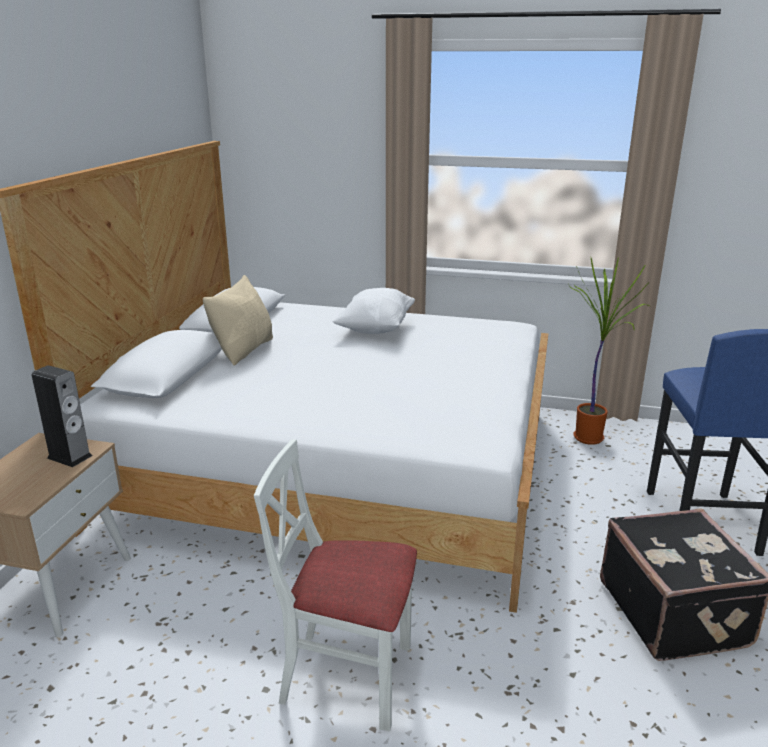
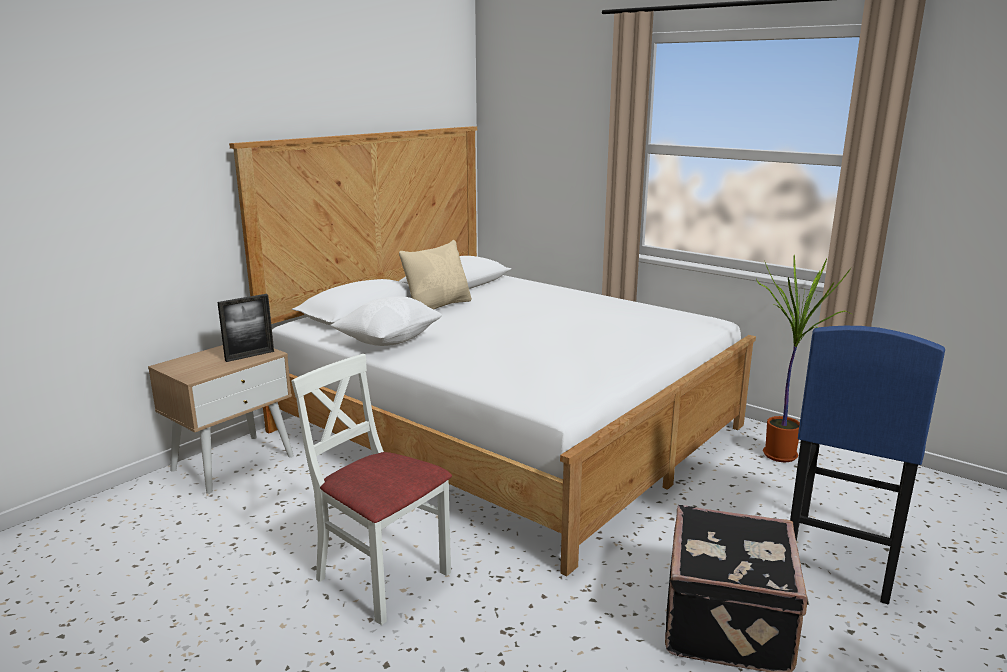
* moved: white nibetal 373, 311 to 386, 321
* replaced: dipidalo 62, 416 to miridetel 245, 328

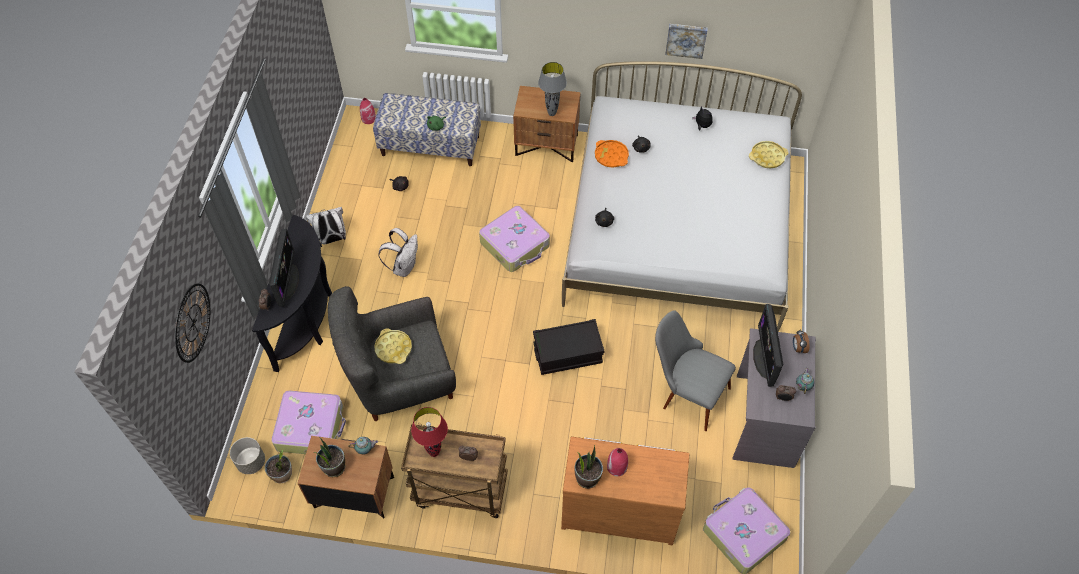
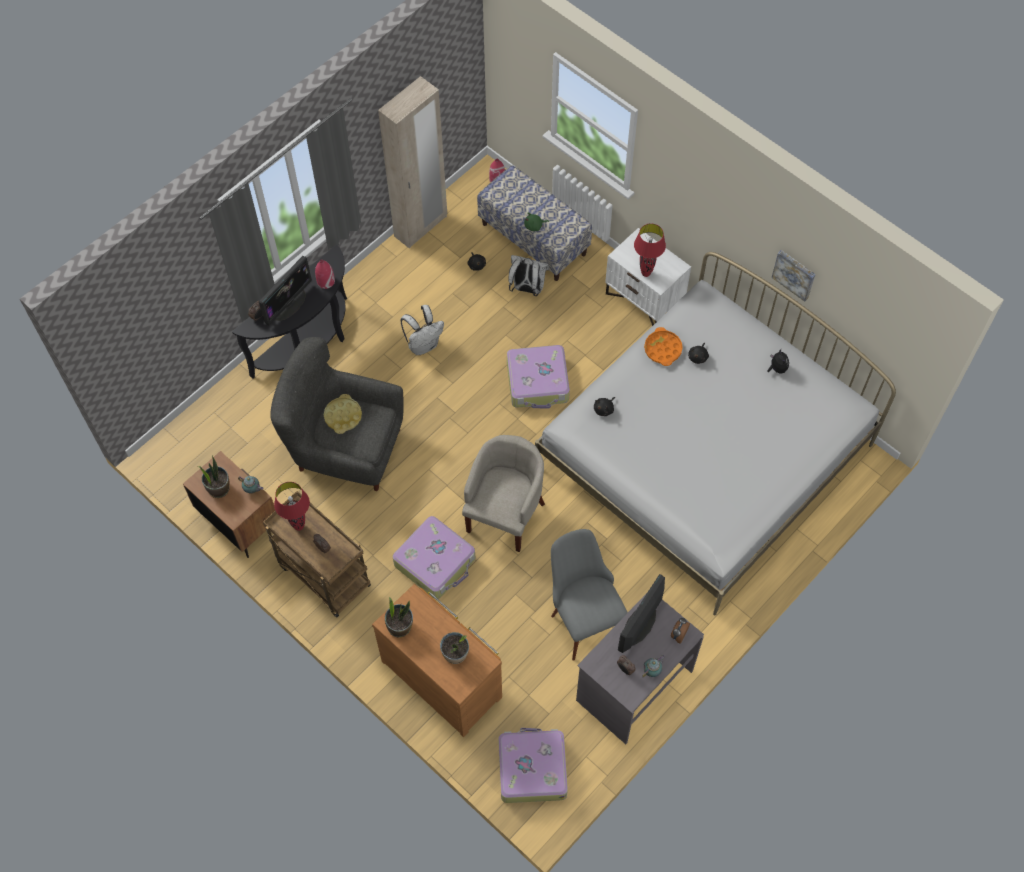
* recoloured: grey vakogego 552, 89 to red vakogego 650, 250
* recoloured: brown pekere 547, 124 to white pekere 648, 277
* removed: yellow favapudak 768, 154
* moved: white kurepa 326, 227 to 528, 275
* removed: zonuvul 192, 323
* replaced: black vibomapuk 568, 347 to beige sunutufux 503, 493
* moved: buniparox 308, 422 to 434, 557
* removed: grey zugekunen 247, 455
* moved: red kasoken 617, 462 to 325, 274
* moved: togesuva 278, 466 to 454, 648
* added: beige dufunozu 412, 162

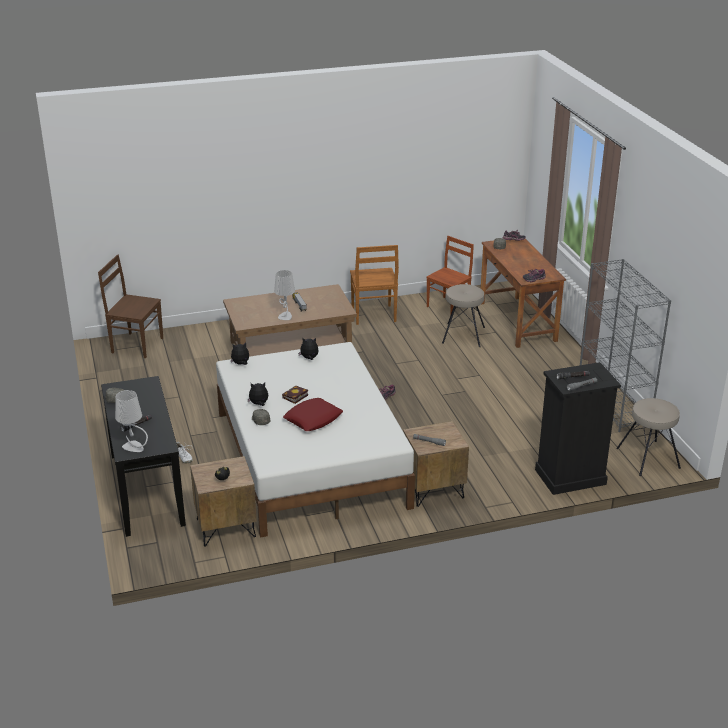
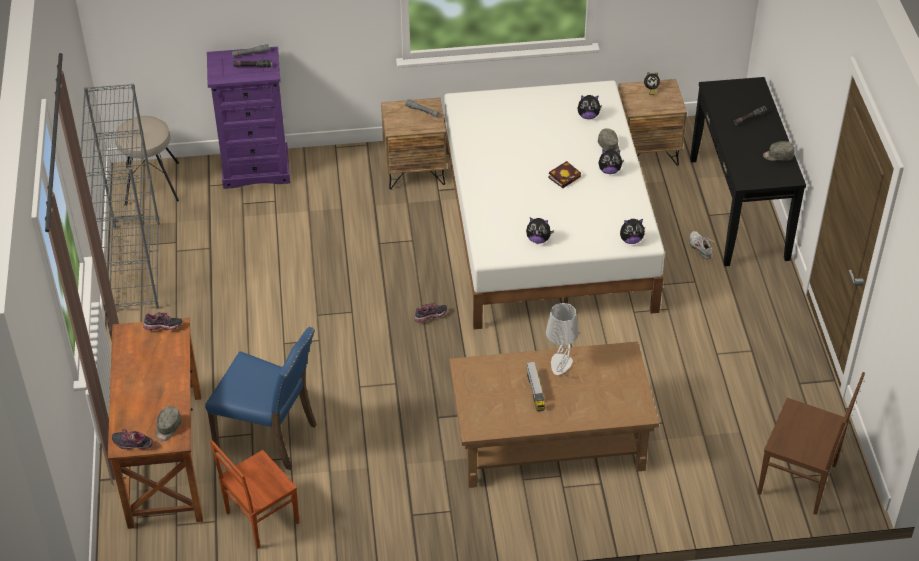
* removed: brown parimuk 374, 285
* replaced: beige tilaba 463, 315 to blue parimuk 261, 398
* recoloured: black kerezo 578, 428 to purple kerezo 248, 118
* removed: grey vakogego 131, 421
* removed: red nibetal 313, 414
* added: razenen 589, 107

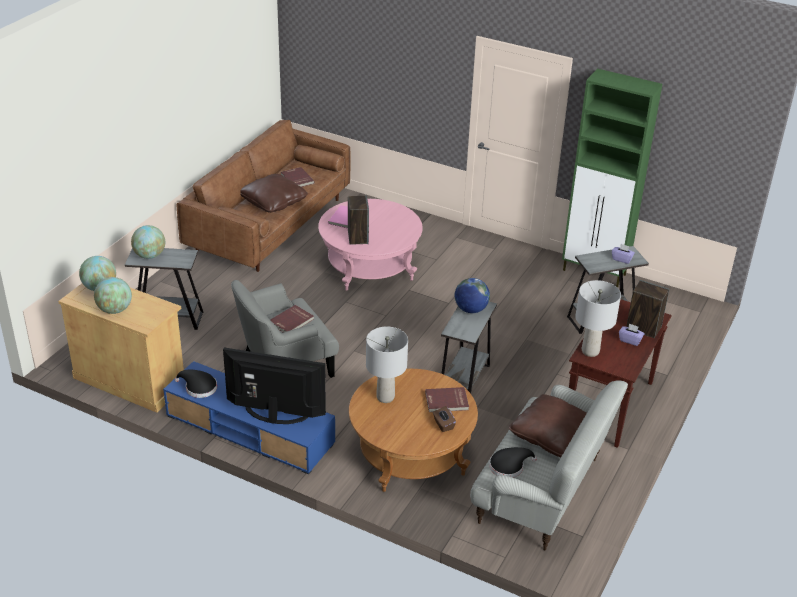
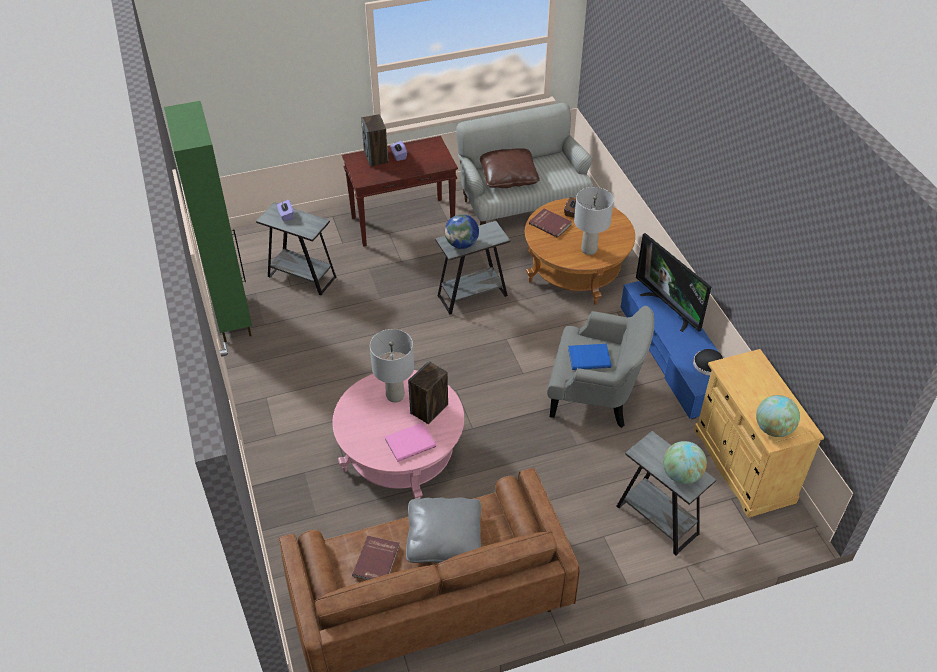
* recoloured: brown nibetal 274, 193 to grey nibetal 443, 530
* removed: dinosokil 113, 295
* moved: grey vakogego 598, 318 to 392, 366
* recoloured: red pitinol 292, 318 to blue pitinol 590, 357
* removed: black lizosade 513, 462

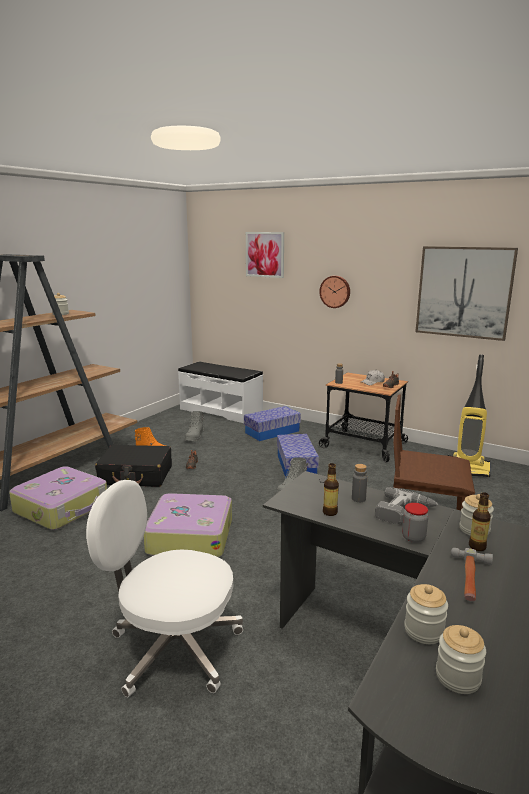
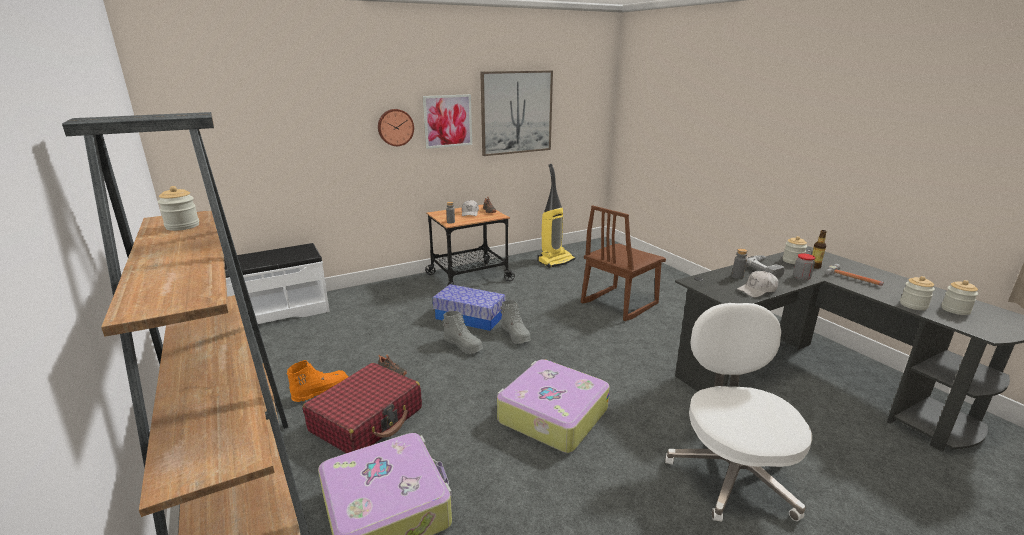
* moved: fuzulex 265, 255 to 447, 121
* removed: vibomapuk 272, 423
* moved: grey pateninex 194, 426 to 462, 332
* recoloured: black buniparox 133, 465 to red buniparox 362, 408
* replaced: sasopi 331, 489 to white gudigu 757, 284
* turned: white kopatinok 164, 588 = 738, 412 135 degrees clockwise

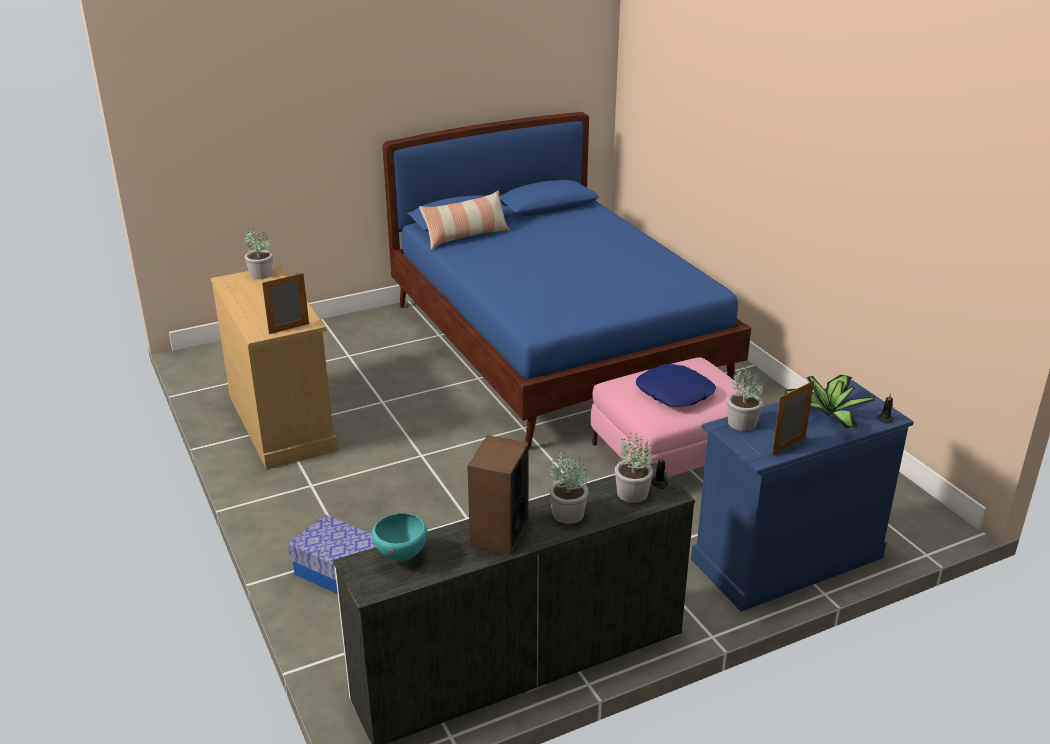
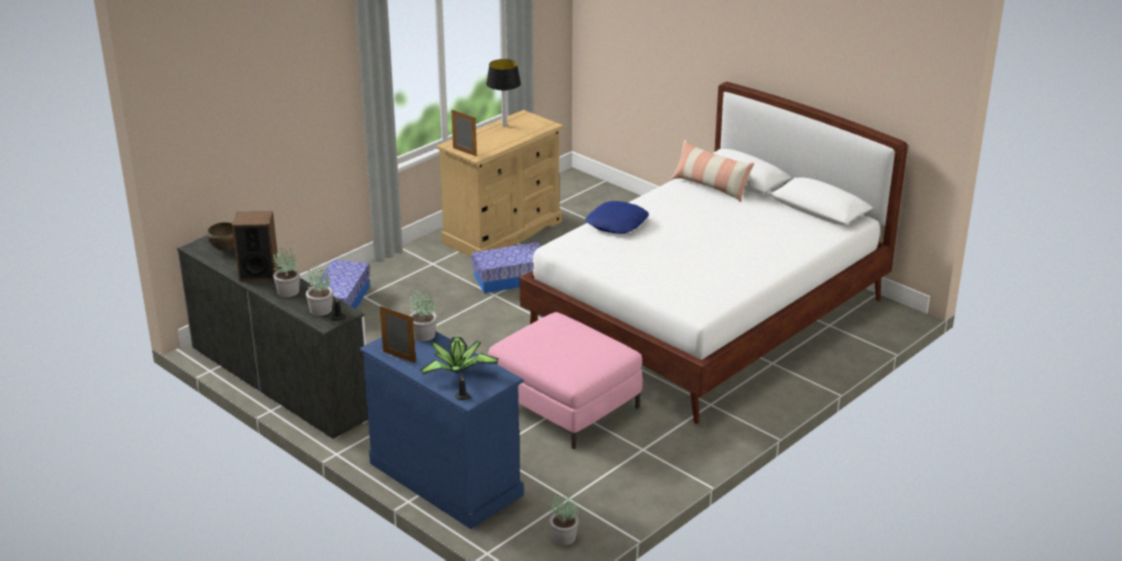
* recoloured: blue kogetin 567, 281 to white kogetin 713, 253
* moved: togesuva 259, 253 to 564, 518
* moved: blue nibetal 676, 385 to 617, 217
* recoloured: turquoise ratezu 400, 537 to brown ratezu 220, 236
* added: vakogego 503, 93
* added: vibomapuk 506, 267

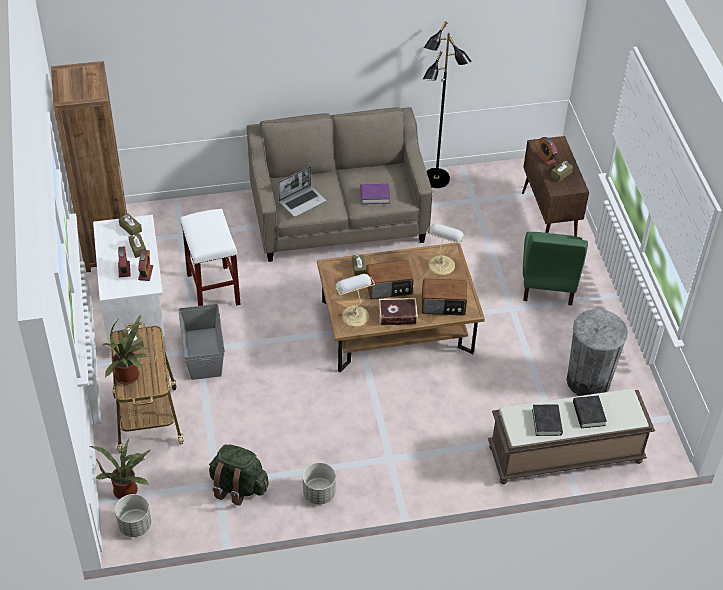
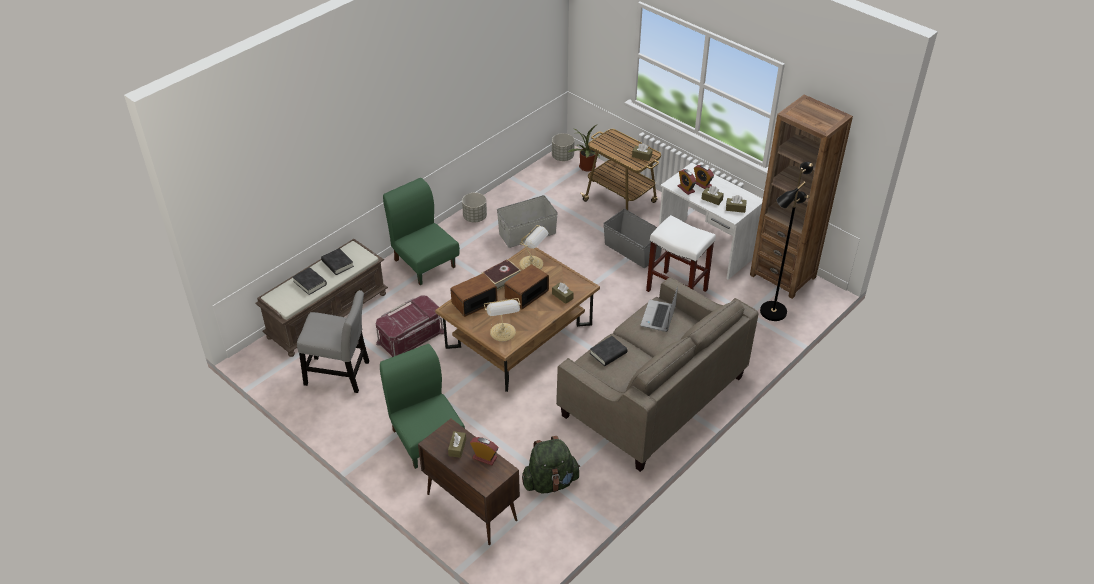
* moved: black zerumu 447, 104 to 786, 241
* recoloured: purple pitinol 375, 194 to black pitinol 608, 351
* replaced: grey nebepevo 597, 352 to grey parimuk 333, 341
* removed: togesuva 125, 349
* moved: green kurepa 239, 474 to 551, 464
* added: green parimuk 421, 231
* added: grey vibomapuk 527, 221
* added: red vibomapuk 410, 326

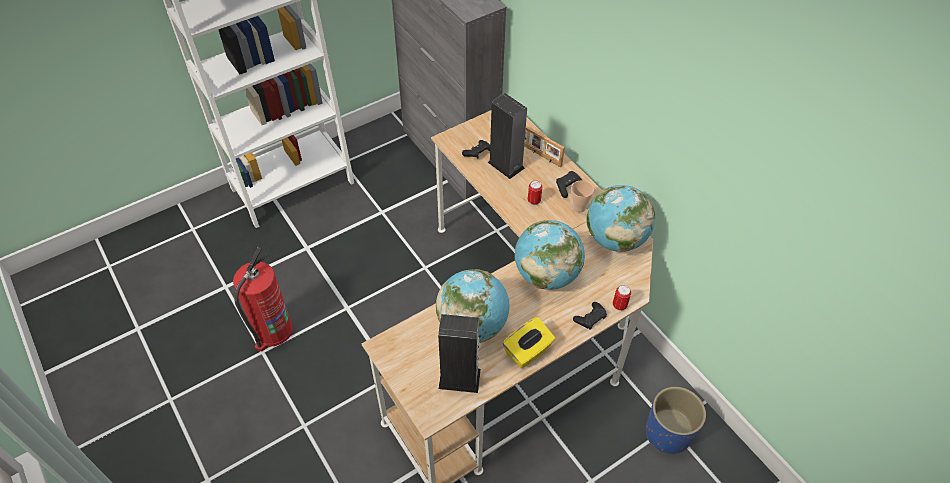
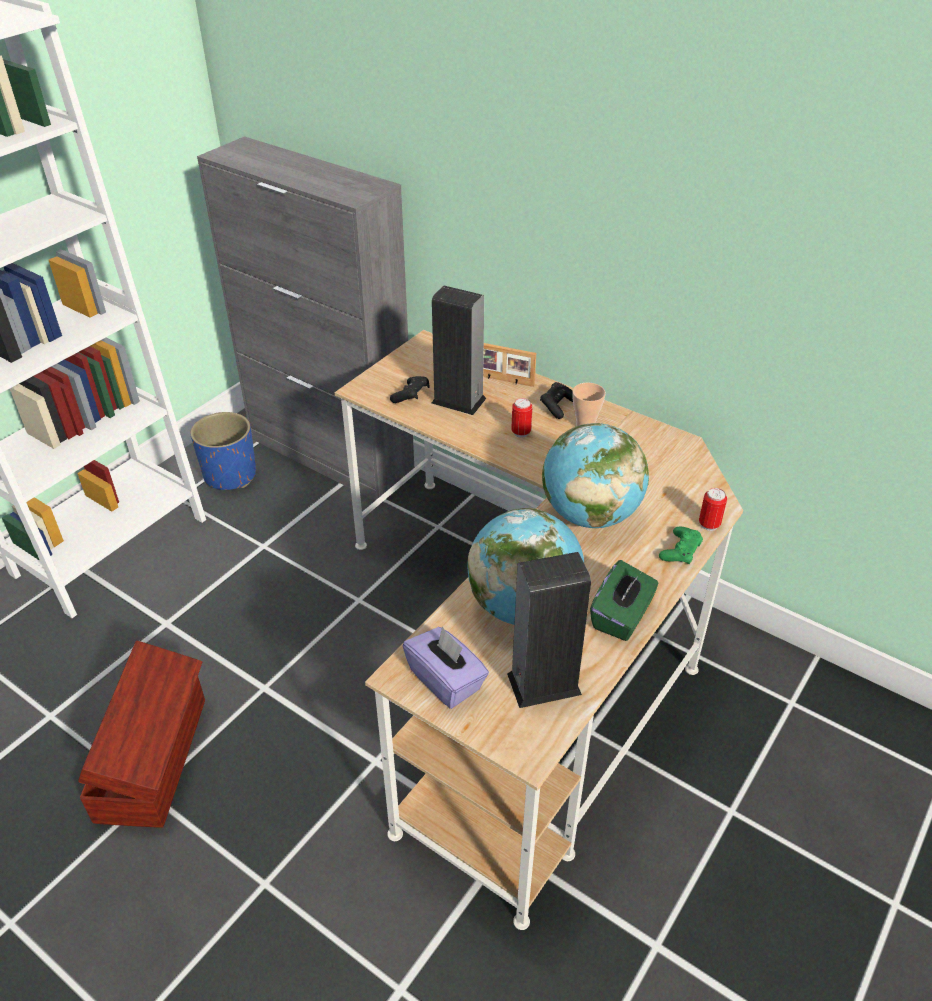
* removed: dinosokil 620, 218
* replaced: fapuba 263, 299 to brown vibomapuk 141, 734
* recoloured: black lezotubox 590, 316 to green lezotubox 681, 546
* recoloured: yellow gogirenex 529, 342 to green gogirenex 624, 600
* moved: blue zugekunen 676, 420 to 223, 451
* added: purple gogirenex 446, 667

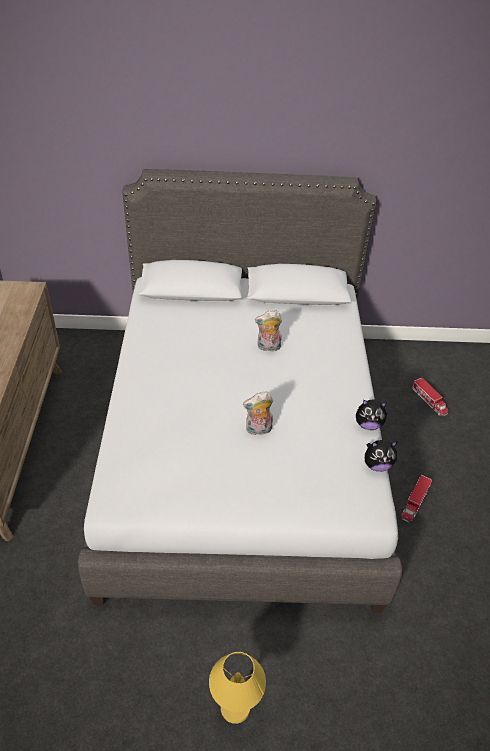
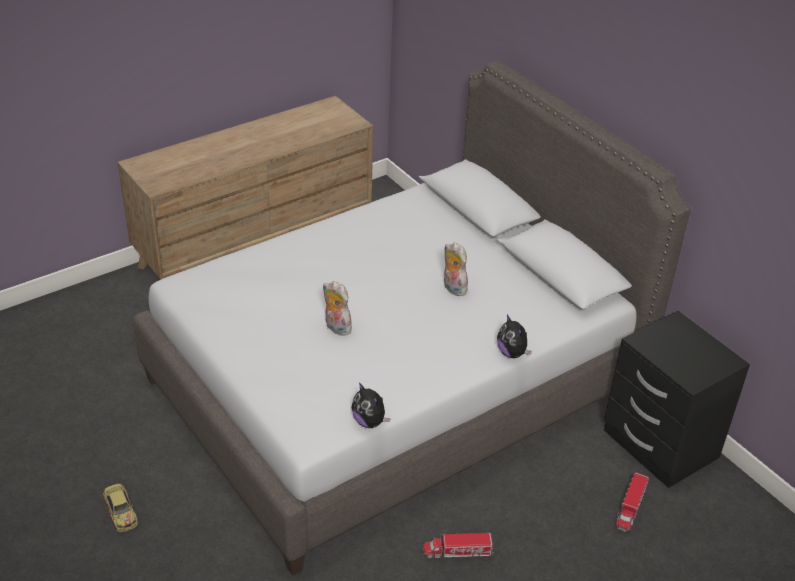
* moved: razenen 372, 415 to 514, 336
* replaced: yellow vakogego 237, 688 to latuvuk 120, 508
* added: black pekere 677, 399

